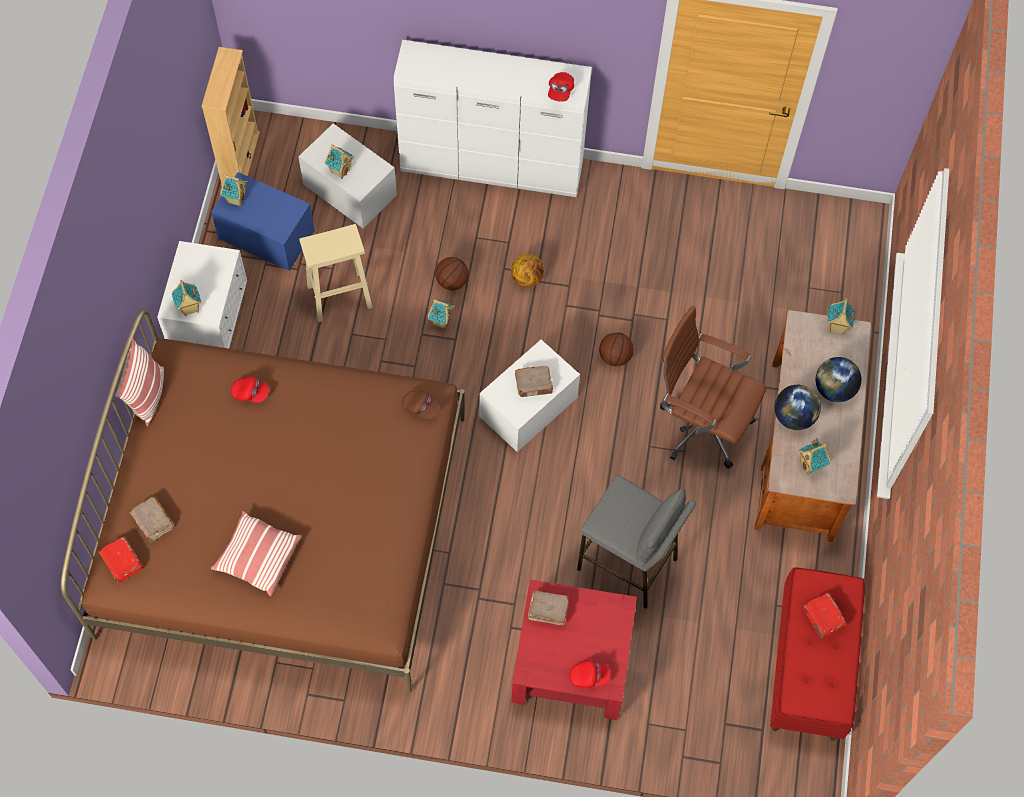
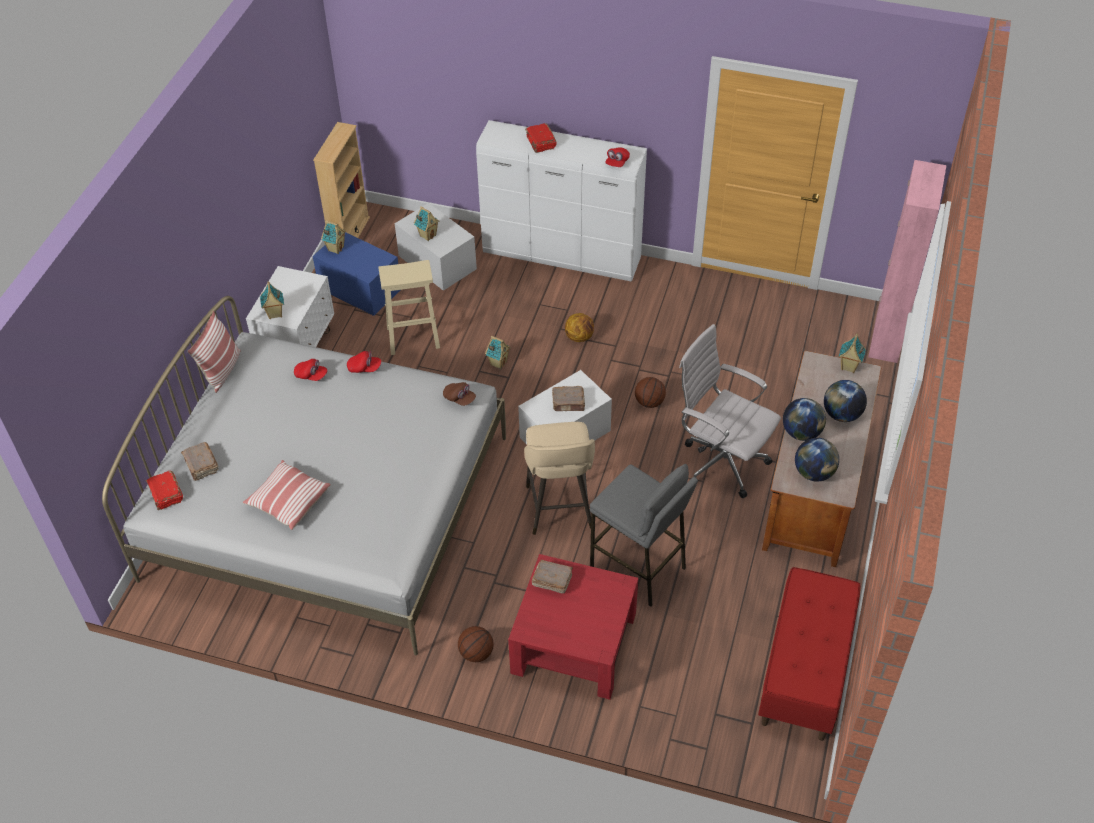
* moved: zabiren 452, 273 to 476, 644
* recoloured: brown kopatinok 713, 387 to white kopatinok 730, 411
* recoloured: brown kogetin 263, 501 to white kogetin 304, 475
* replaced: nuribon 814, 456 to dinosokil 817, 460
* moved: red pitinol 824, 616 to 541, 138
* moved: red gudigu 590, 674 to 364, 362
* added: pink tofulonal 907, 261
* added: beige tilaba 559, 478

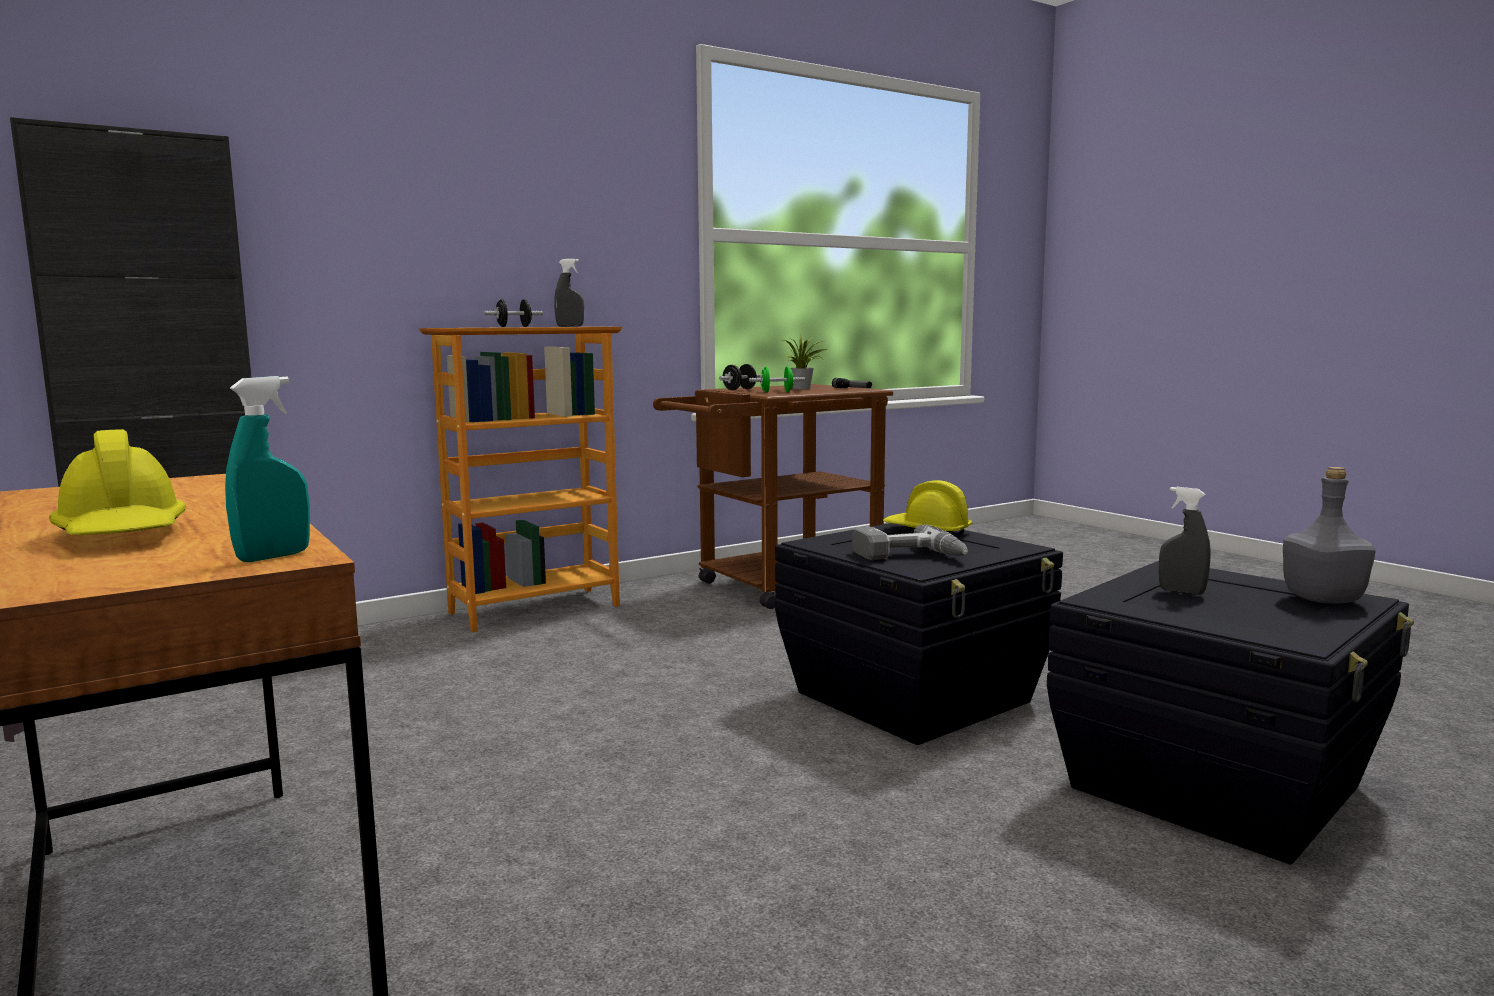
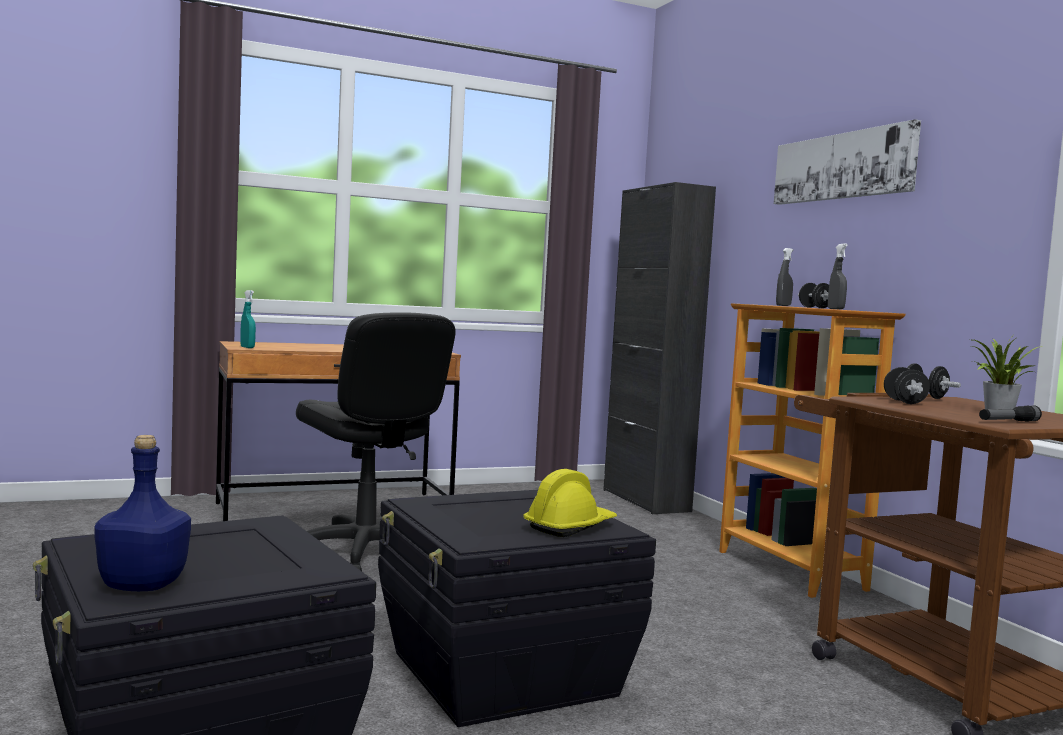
* recoloured: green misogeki 777, 379 to black misogeki 907, 385
* removed: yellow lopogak 117, 482
* recoloured: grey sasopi 1329, 535 to blue sasopi 143, 513
* moved: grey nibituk 1185, 541 to 784, 277
* removed: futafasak 910, 542
* added: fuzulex 847, 162
* added: black kopatinok 376, 441

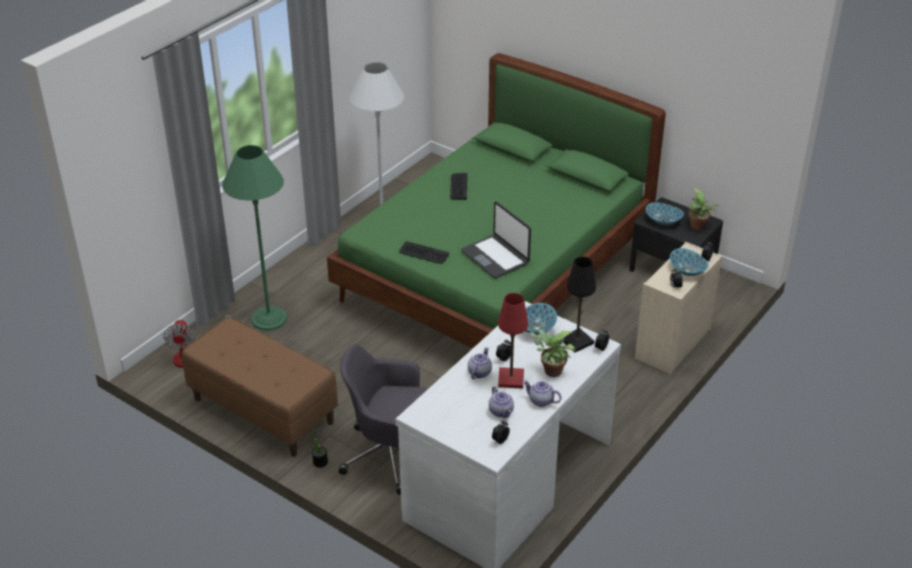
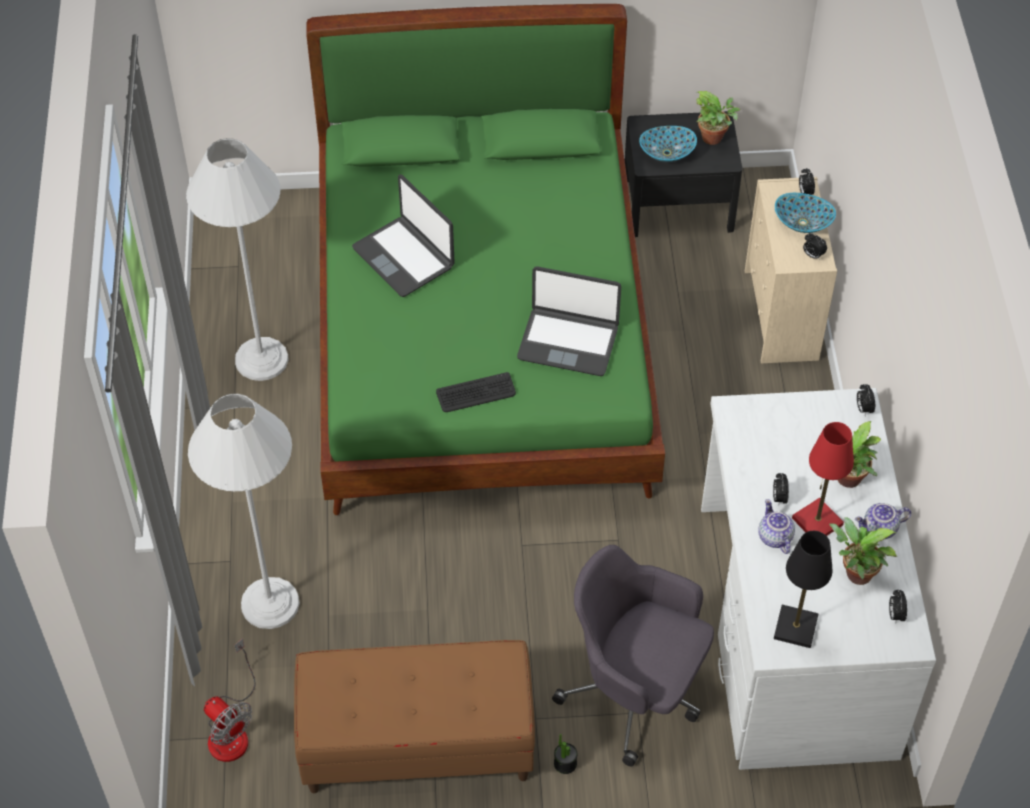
* recoloured: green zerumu 254, 238 to white zerumu 244, 511
* replaced: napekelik 459, 186 to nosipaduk 403, 235
* moved: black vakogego 579, 304 to 803, 589
* removed: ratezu 541, 319
* turned: grey kopatinok 384, 419 = 633, 655 60 degrees clockwise
* replaced: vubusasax 501, 402 to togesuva 863, 551

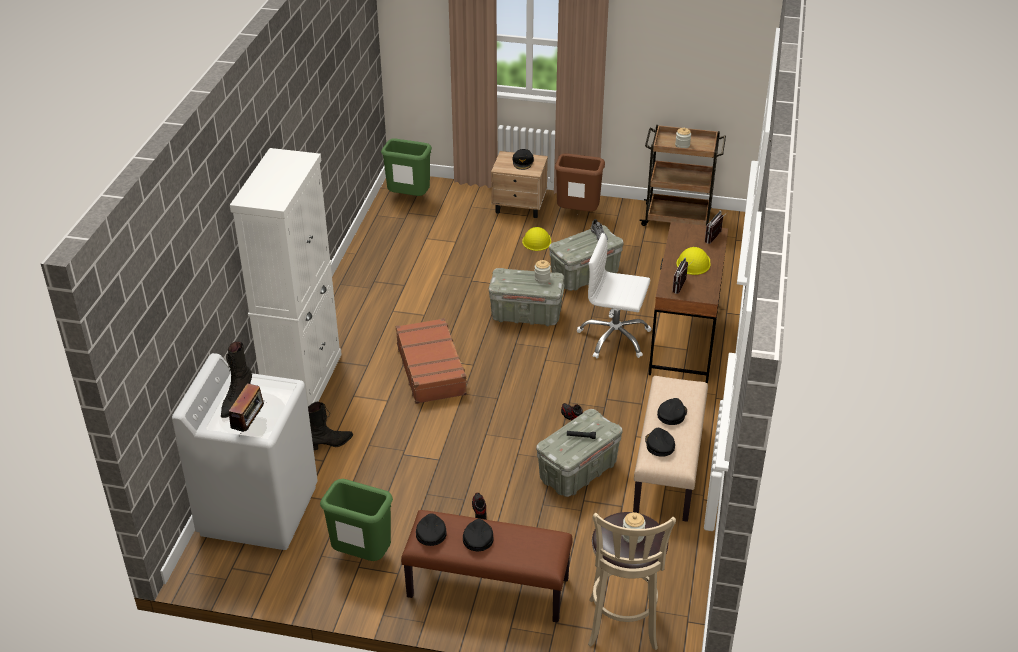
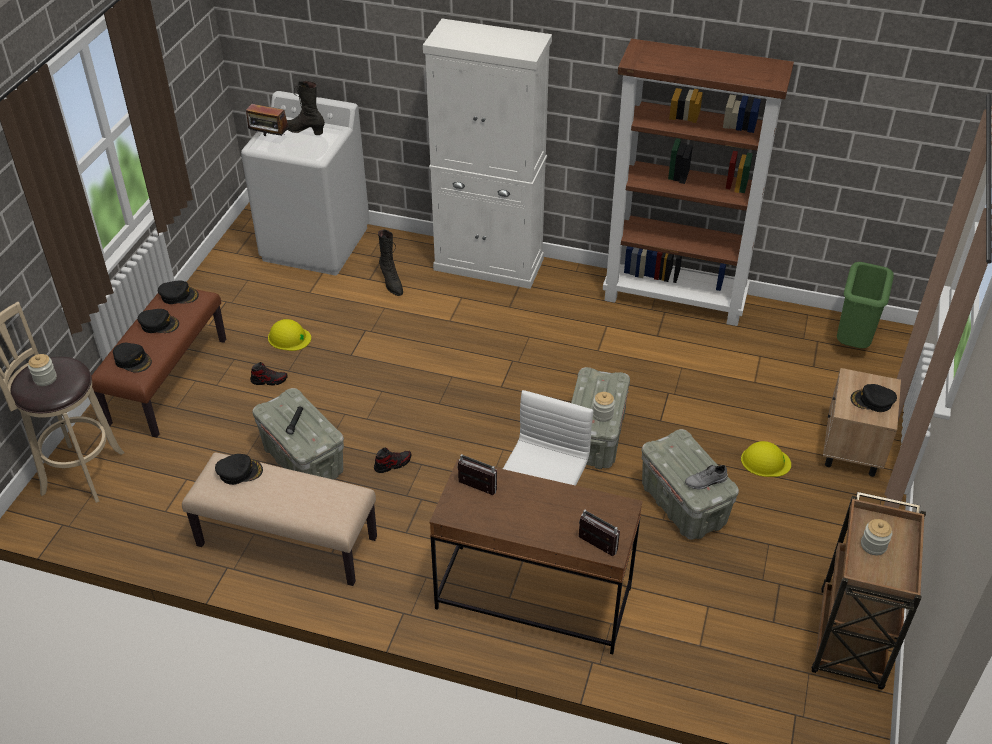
* removed: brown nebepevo 580, 182
* moved: yellow lopogak 693, 261 to 289, 335
* removed: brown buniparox 432, 361
* moved: black gudigu 672, 411 to 132, 358
* removed: green nebepevo 356, 520
* added: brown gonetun 698, 182

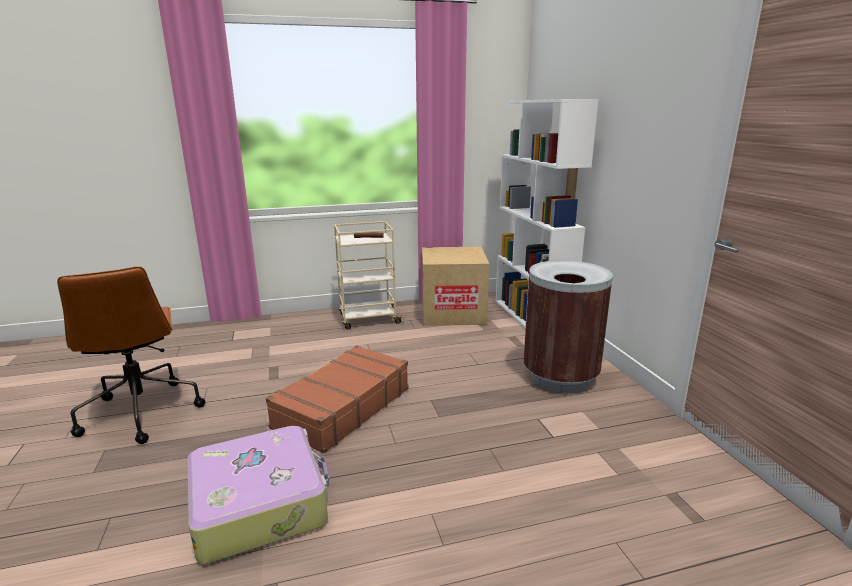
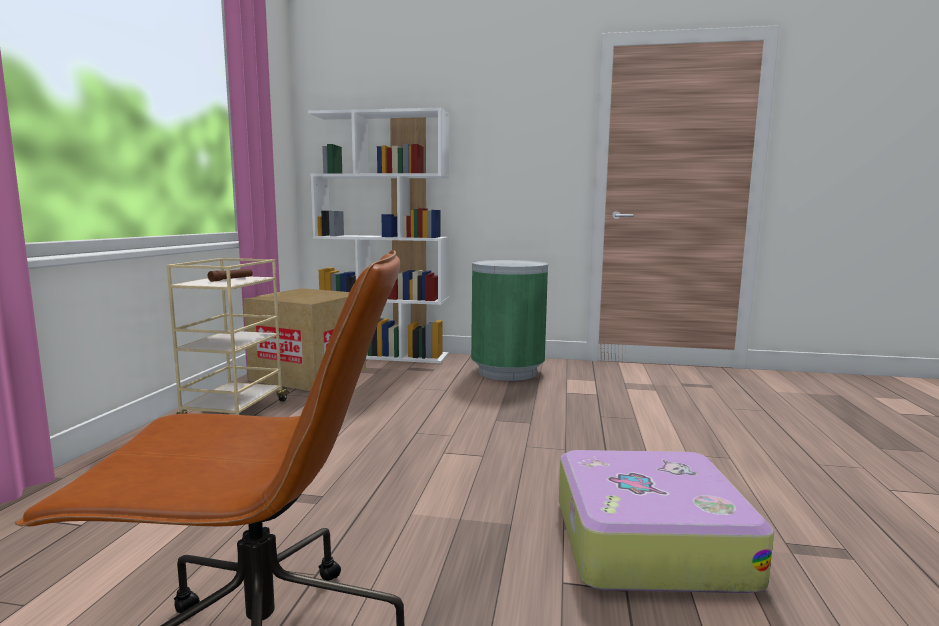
* recoloured: brown nebepevo 568, 326 to green nebepevo 509, 320
* removed: brown buniparox 337, 399

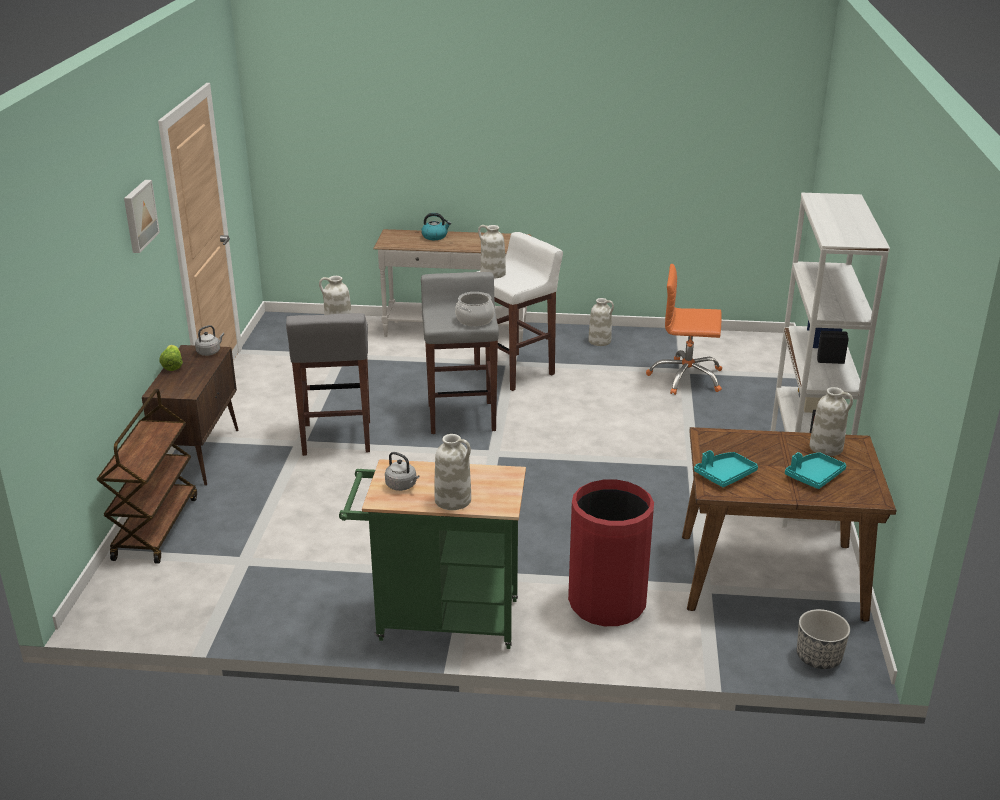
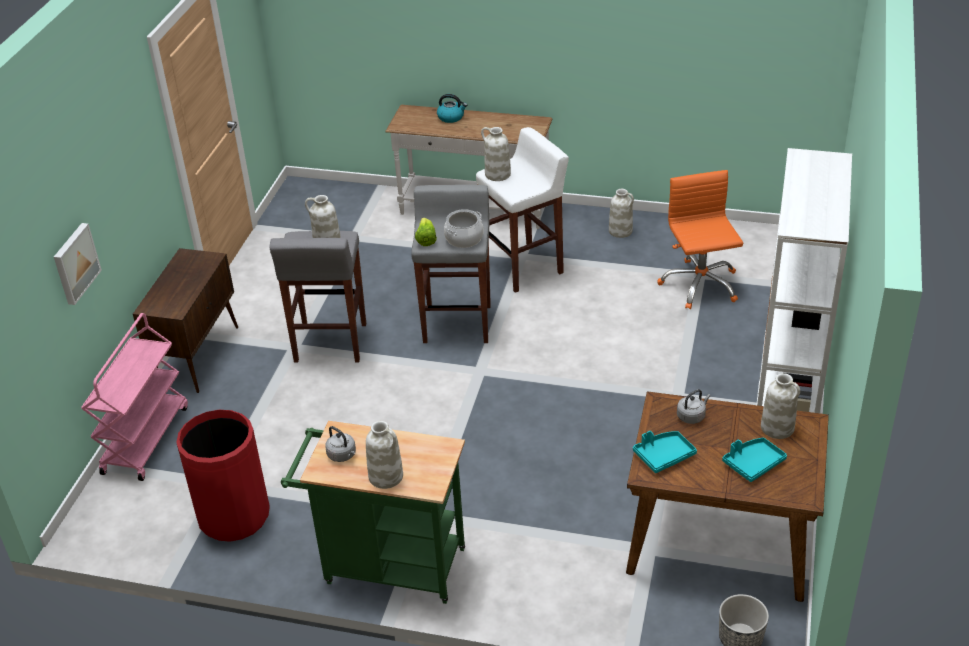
* moved: fuzulex 142, 216 to 78, 264
* turned: orange kopatinok 684, 329 = 700, 239 60 degrees clockwise
* moved: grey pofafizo 209, 340 to 693, 406
* moved: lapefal 171, 358 to 426, 232
* recoloured: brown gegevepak 147, 476 to pink gegevepak 134, 397
* moved: red nebepevo 611, 552 to 223, 476

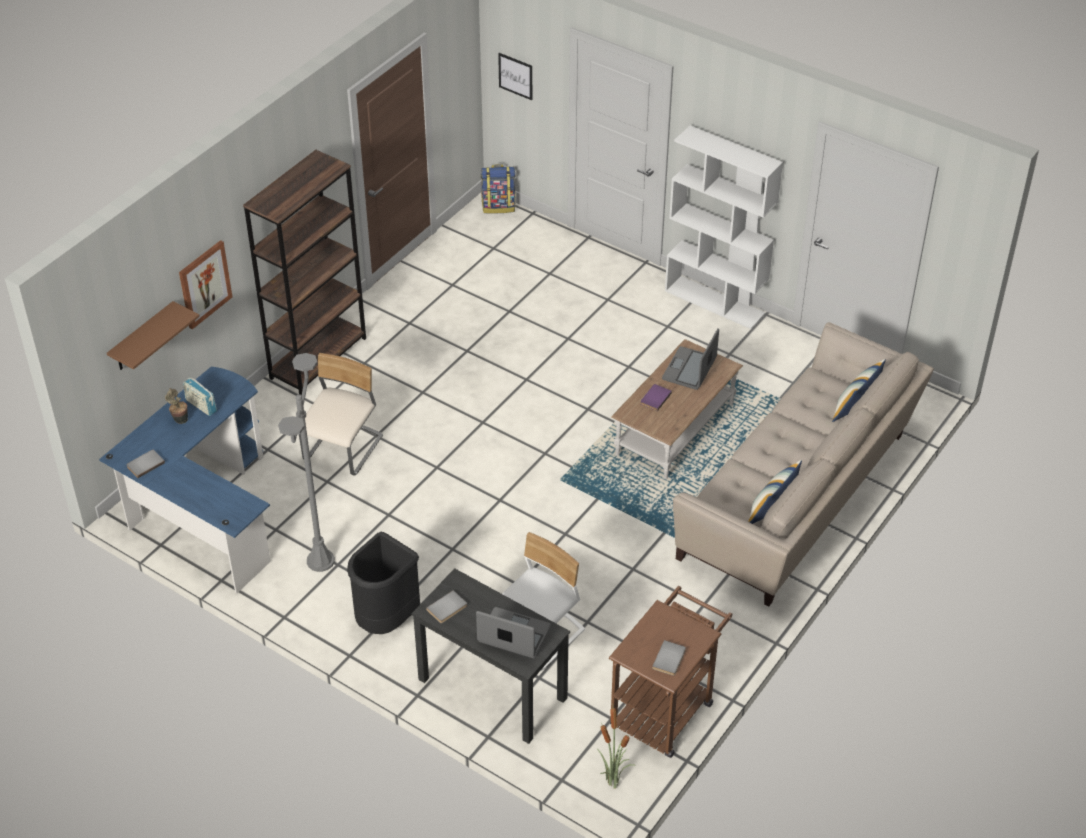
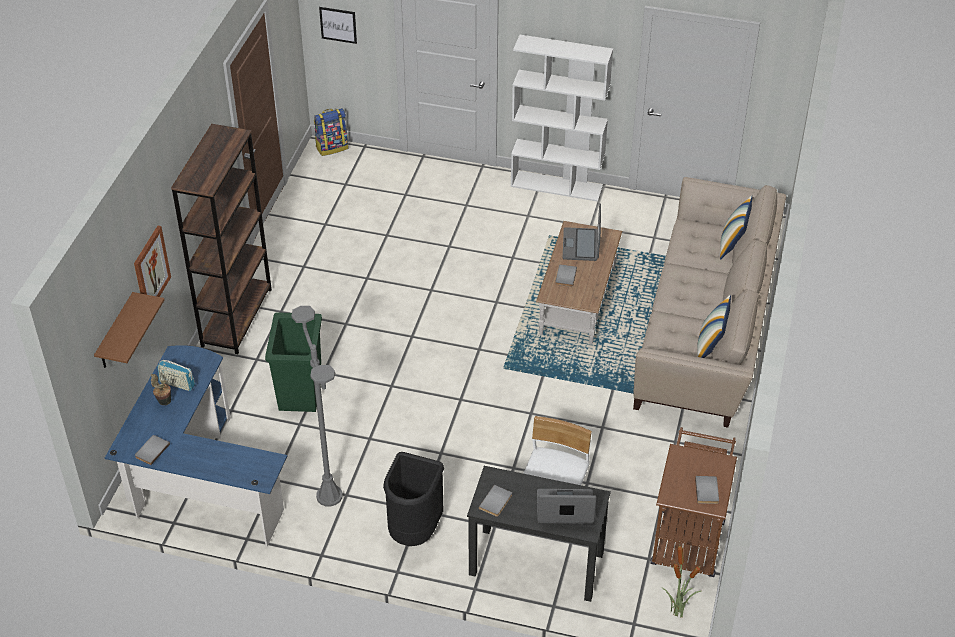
* replaced: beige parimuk 341, 414 to green nebepevo 293, 362
* recoloured: purple pitinol 656, 397 to grey pitinol 566, 275

